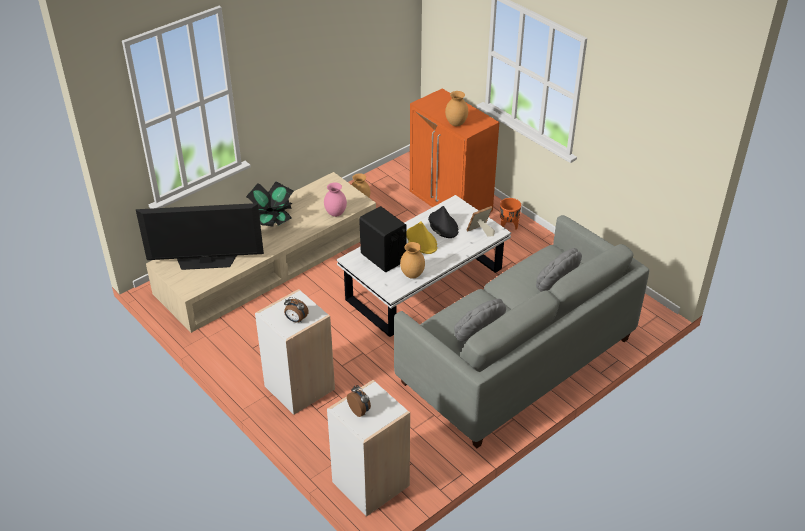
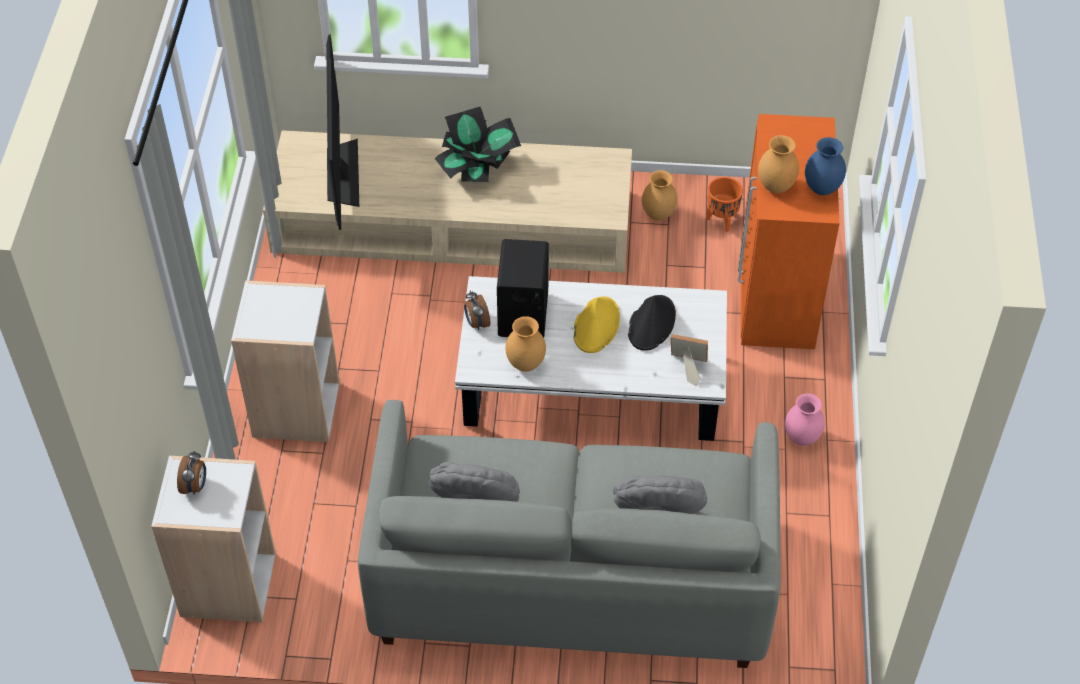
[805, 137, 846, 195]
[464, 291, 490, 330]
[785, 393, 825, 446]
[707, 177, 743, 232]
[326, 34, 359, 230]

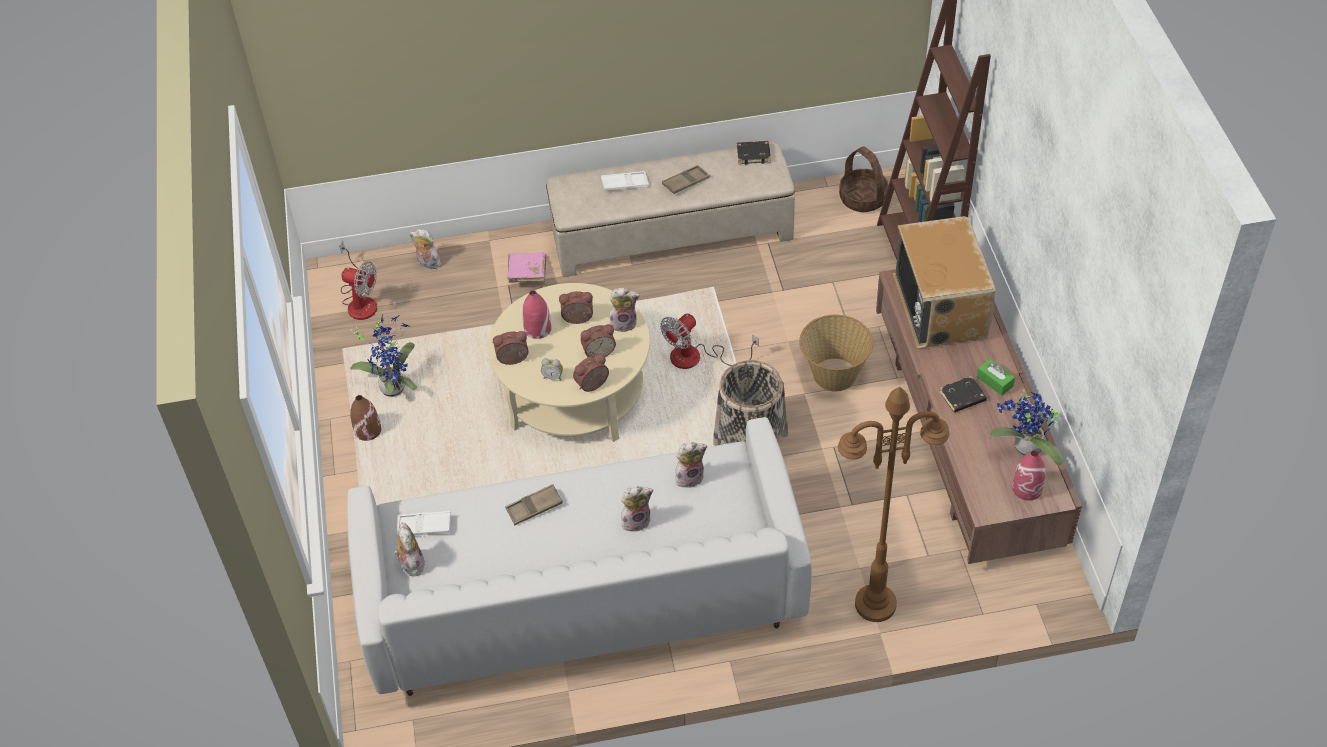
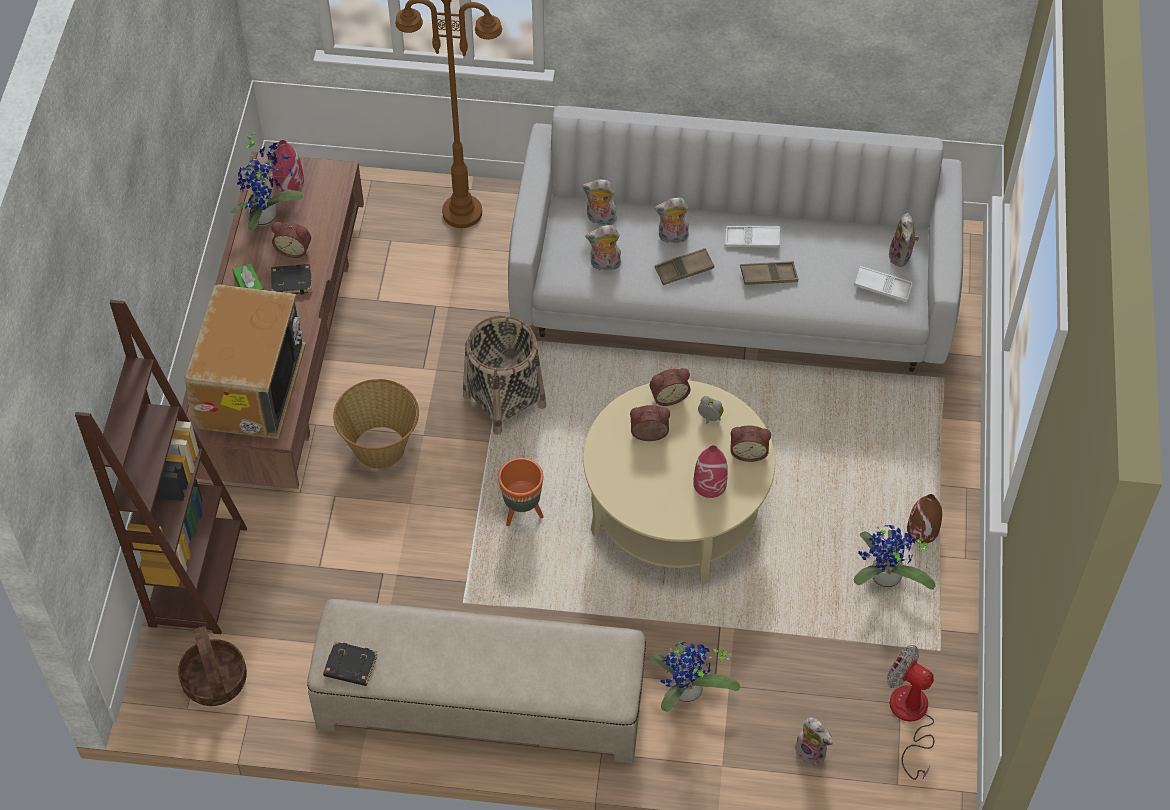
[271, 222, 311, 258]
[725, 226, 780, 248]
[582, 179, 619, 226]
[655, 248, 714, 285]
[649, 642, 740, 712]
[498, 458, 544, 526]

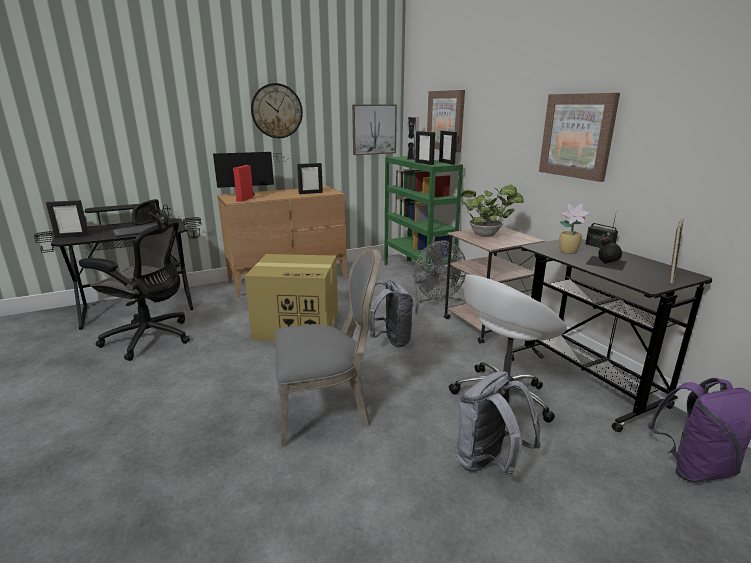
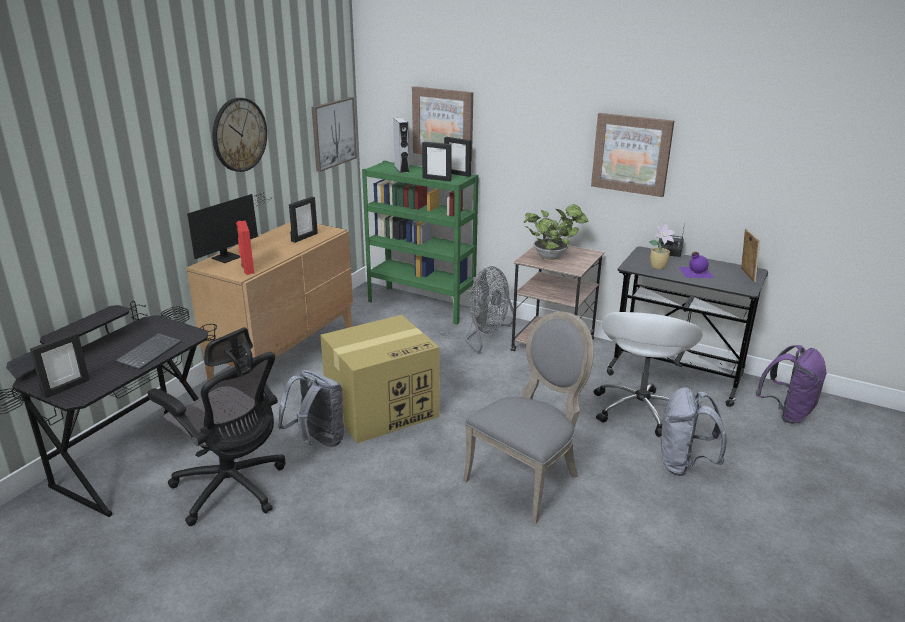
[278, 370, 344, 447]
[679, 252, 714, 278]
[148, 327, 285, 526]

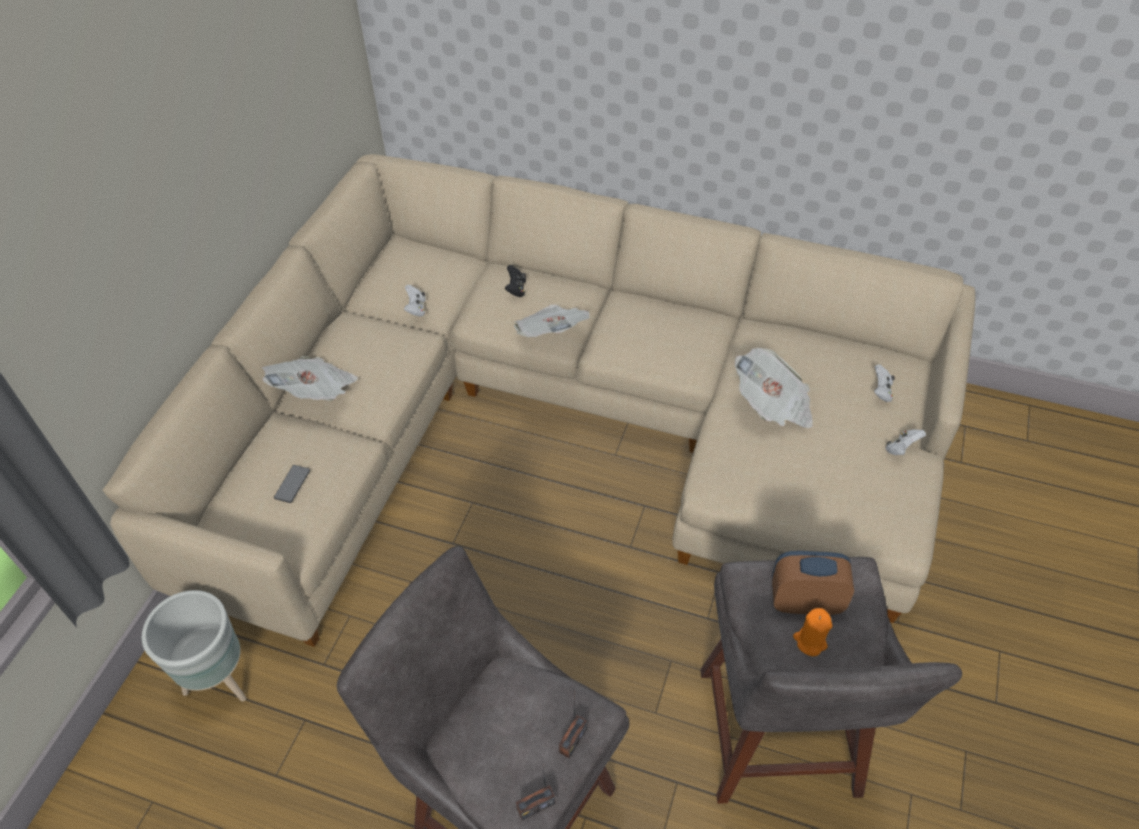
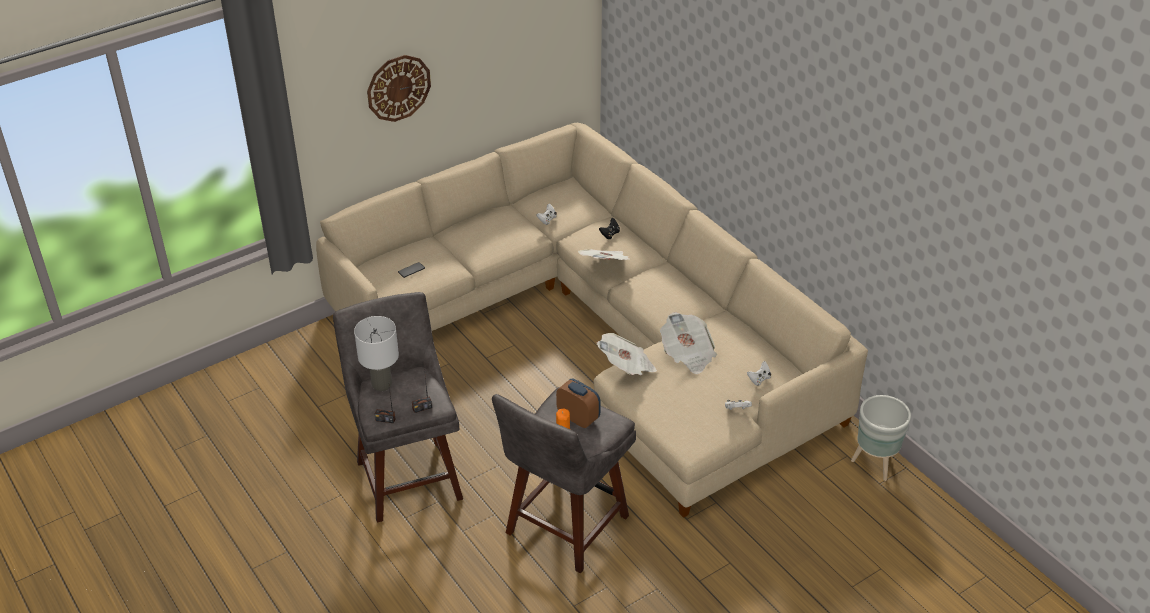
[354, 316, 399, 391]
[367, 55, 431, 122]
[851, 395, 911, 481]
[596, 333, 657, 375]

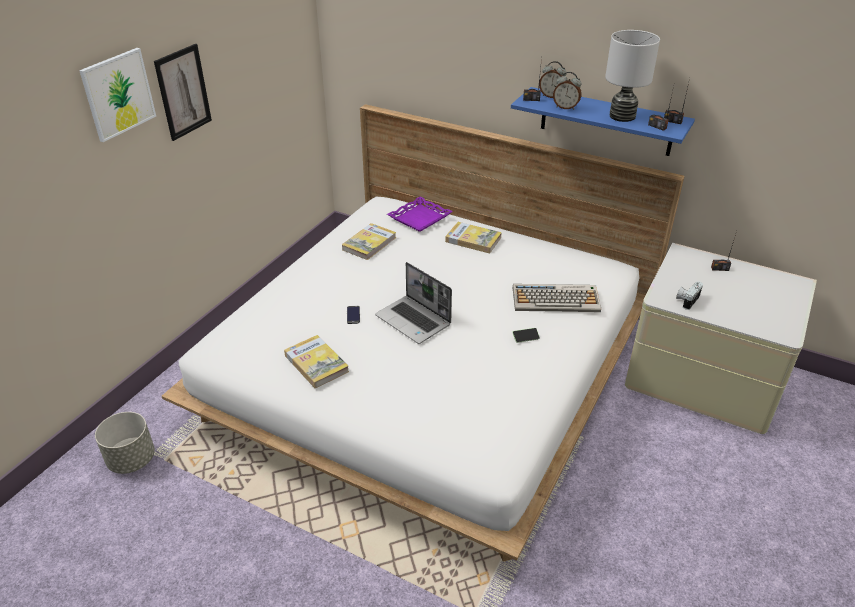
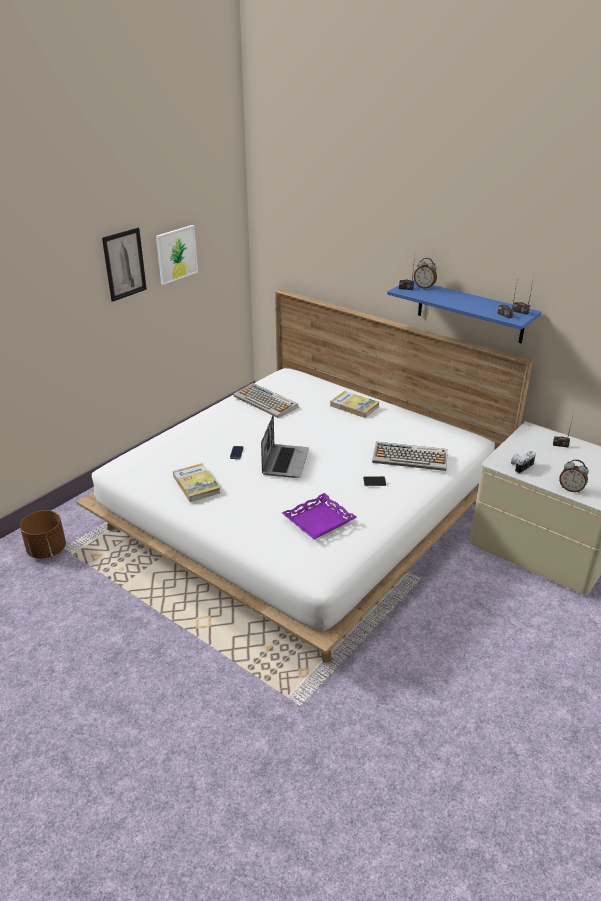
[605, 30, 660, 122] (first image)
[156, 225, 198, 285]
[282, 493, 356, 539]
[559, 459, 589, 493]
[233, 383, 298, 418]
[20, 510, 66, 559]
[261, 415, 309, 478]

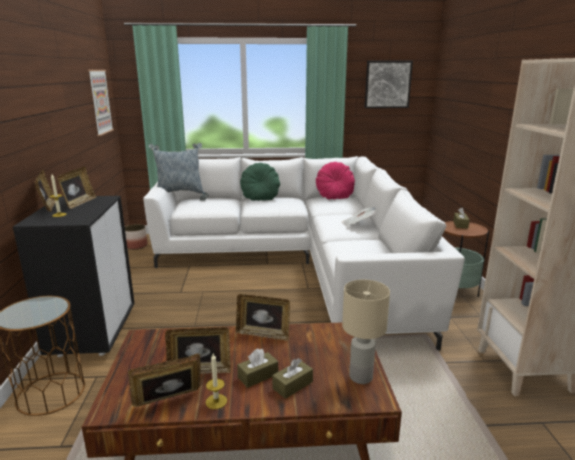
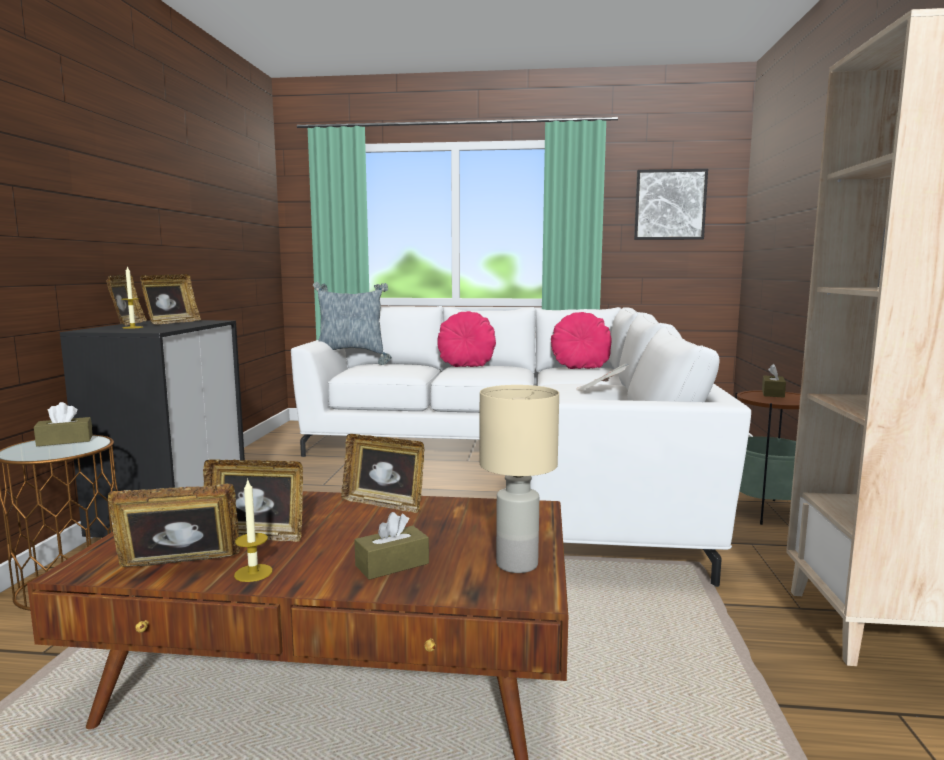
[88, 70, 114, 136] (first image)
[125, 224, 148, 250] (first image)
[34, 402, 93, 446]
[437, 311, 496, 367]

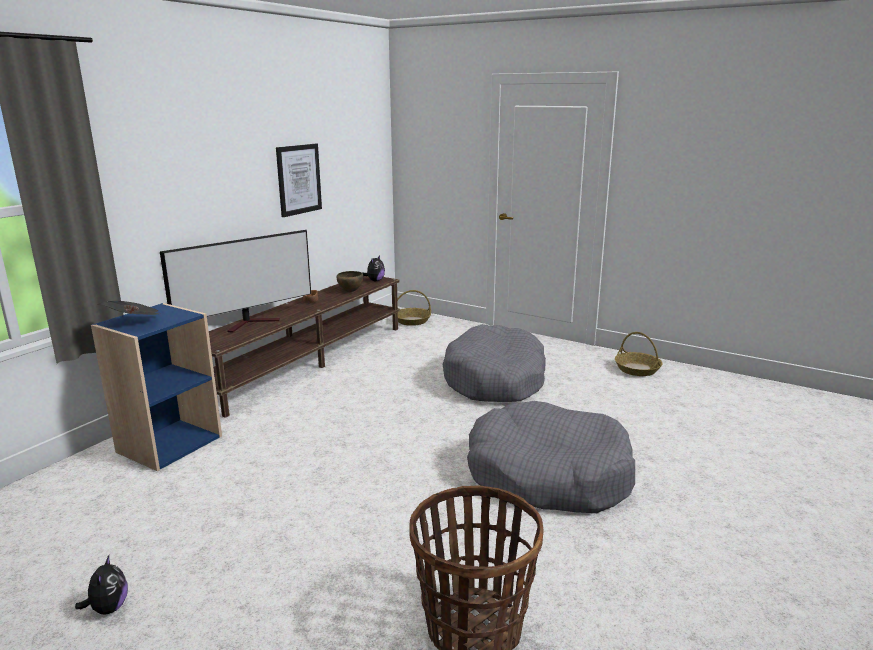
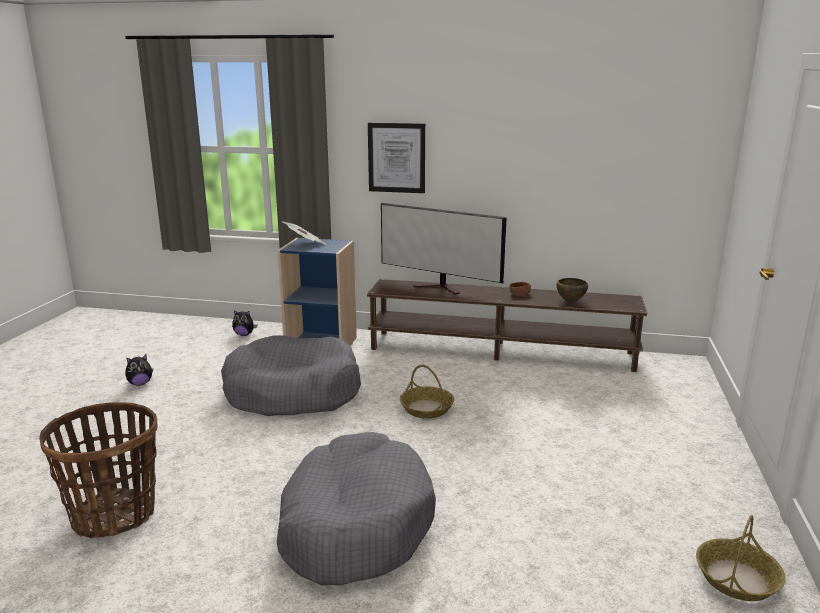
[368, 123, 425, 193]
[232, 310, 257, 336]
[400, 365, 454, 419]
[221, 335, 361, 416]

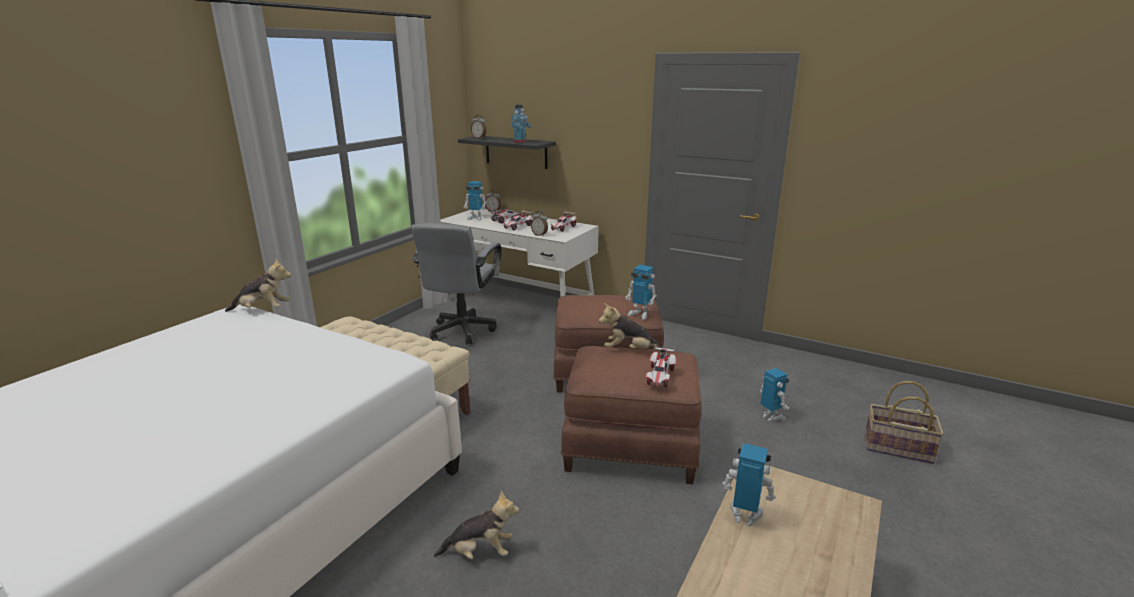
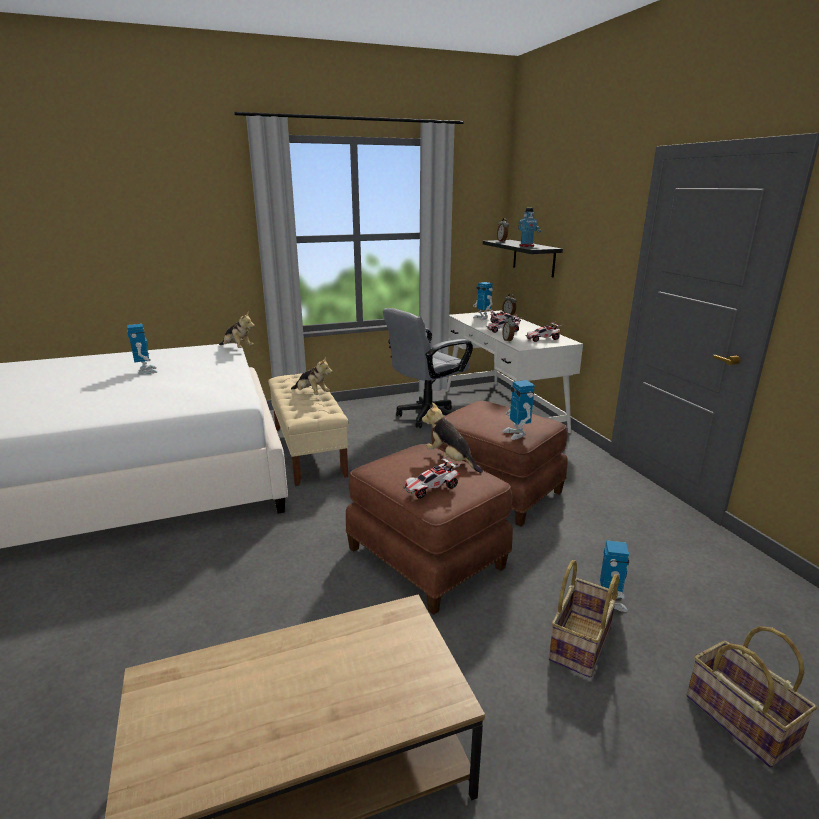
[549, 560, 619, 678]
[291, 357, 333, 395]
[127, 324, 157, 373]

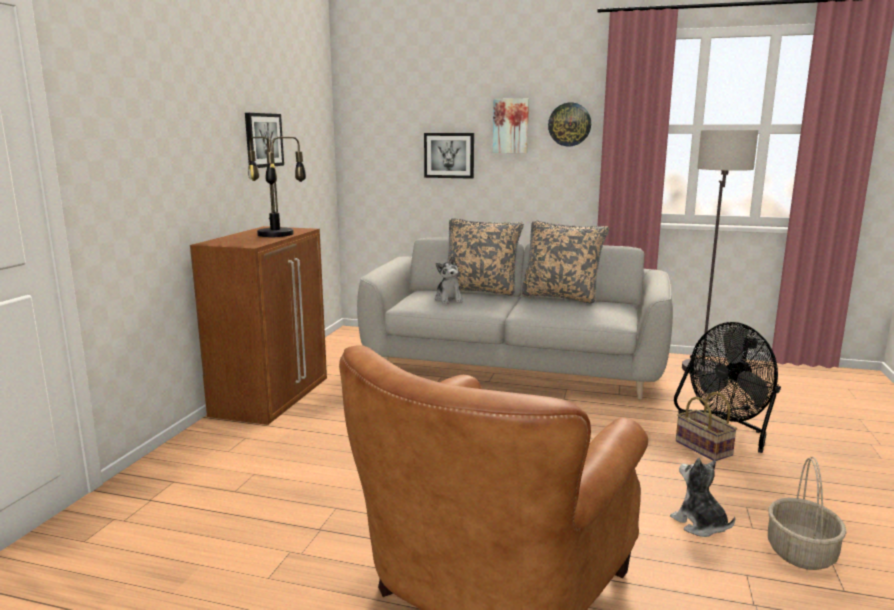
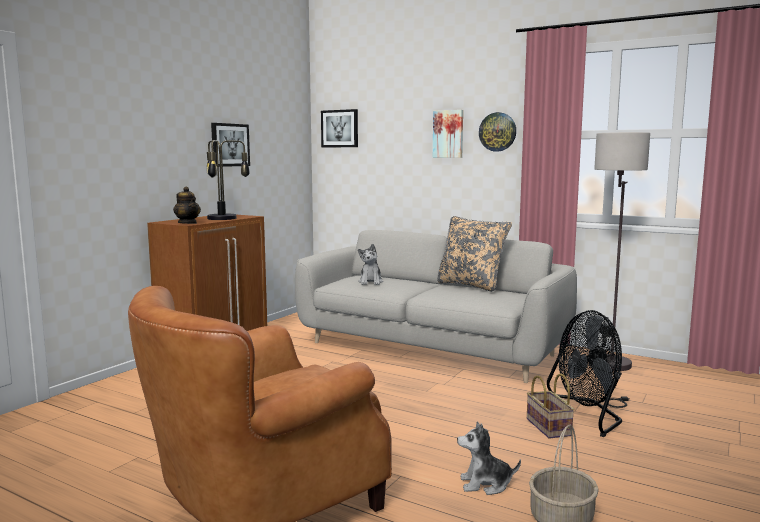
[448, 218, 524, 296] (first image)
[173, 186, 201, 224]
[321, 109, 358, 147]
[457, 421, 521, 495]

